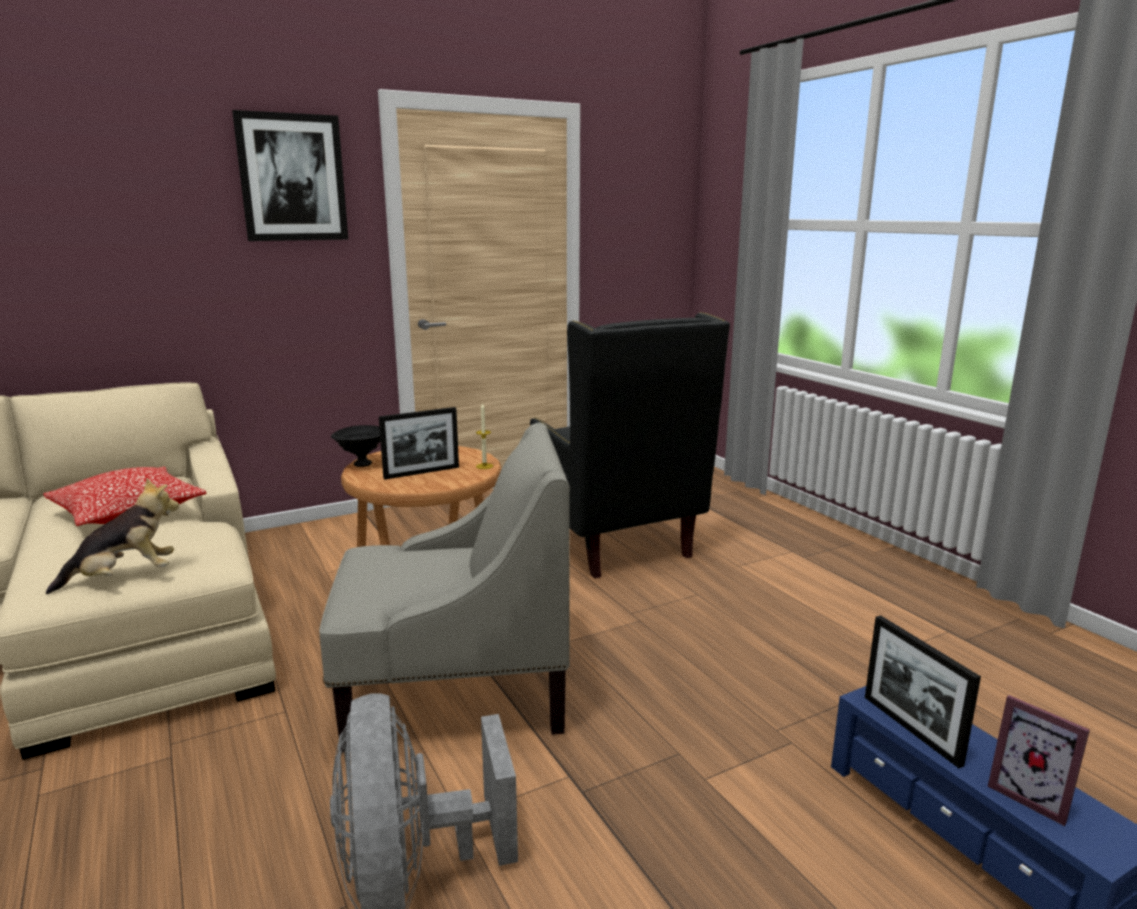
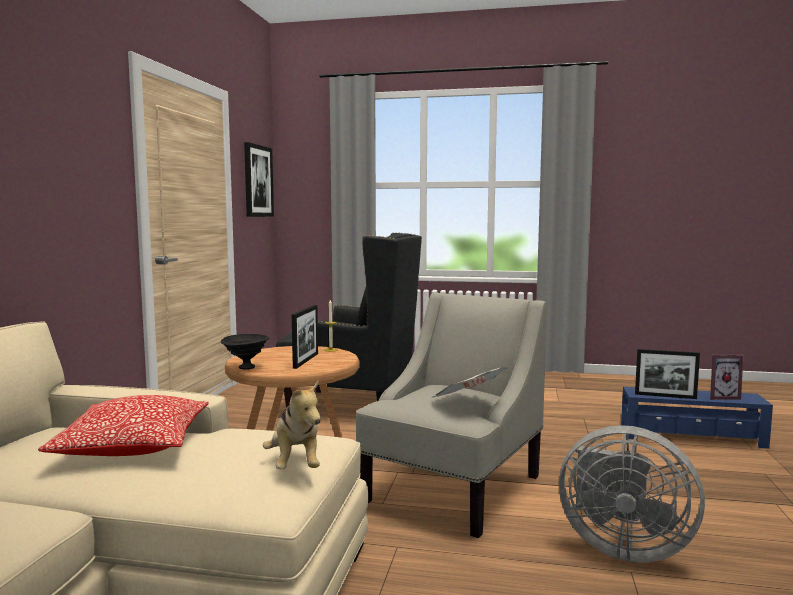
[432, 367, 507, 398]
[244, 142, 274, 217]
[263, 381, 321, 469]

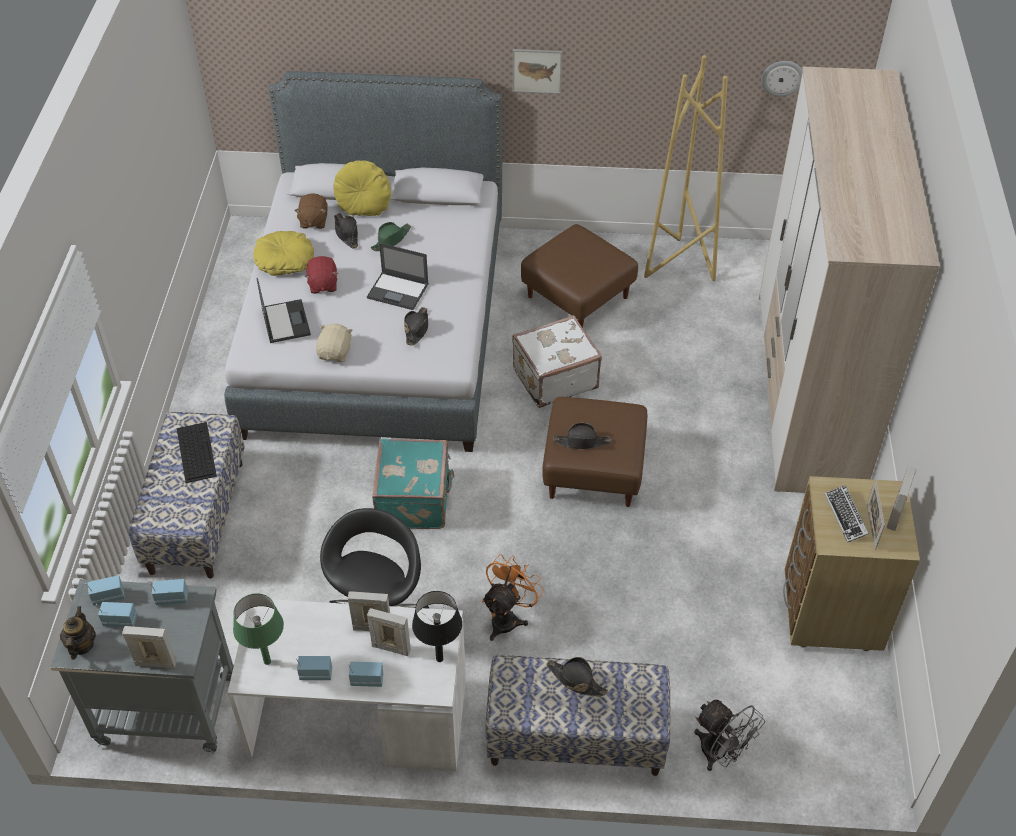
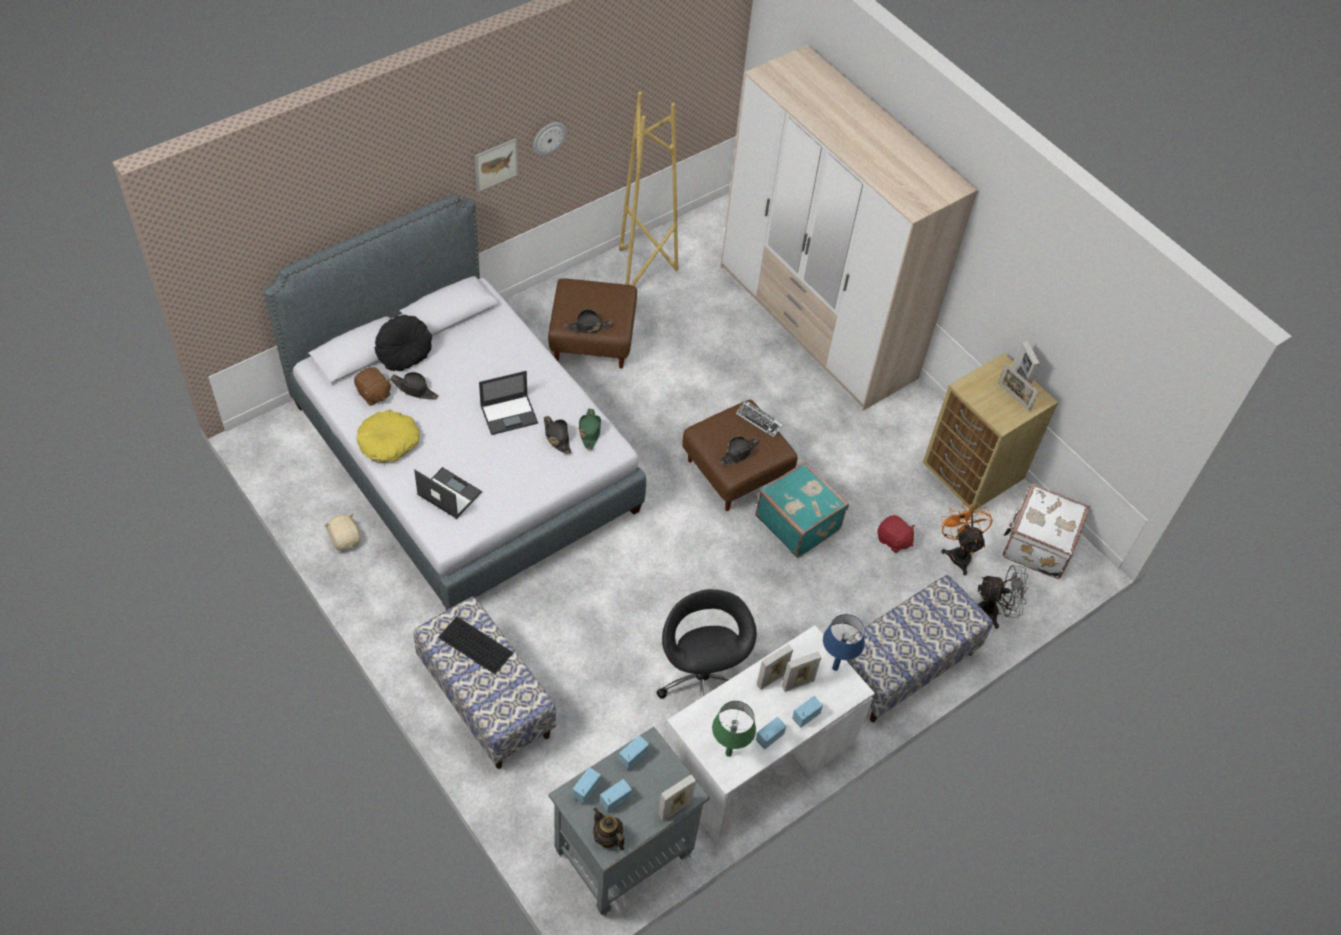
[877, 515, 915, 553]
[324, 513, 361, 551]
[579, 408, 601, 450]
[755, 461, 849, 558]
[941, 502, 992, 575]
[1003, 483, 1090, 579]
[564, 309, 613, 333]
[533, 122, 567, 156]
[736, 400, 783, 438]
[374, 315, 432, 371]
[823, 614, 865, 671]

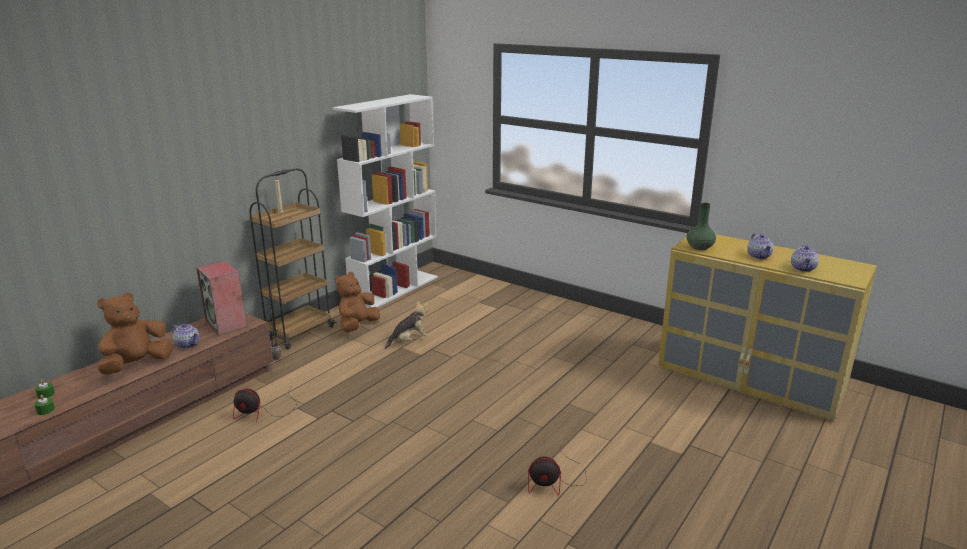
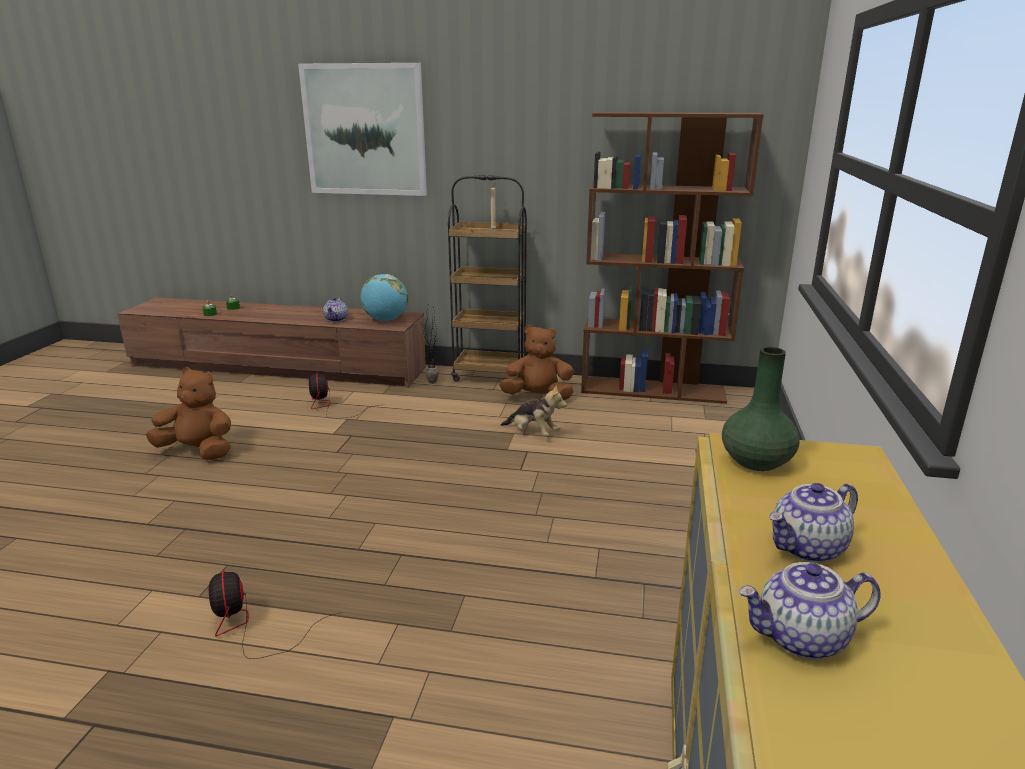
[298, 63, 427, 196]
[146, 367, 231, 460]
[360, 274, 408, 321]
[581, 112, 764, 404]

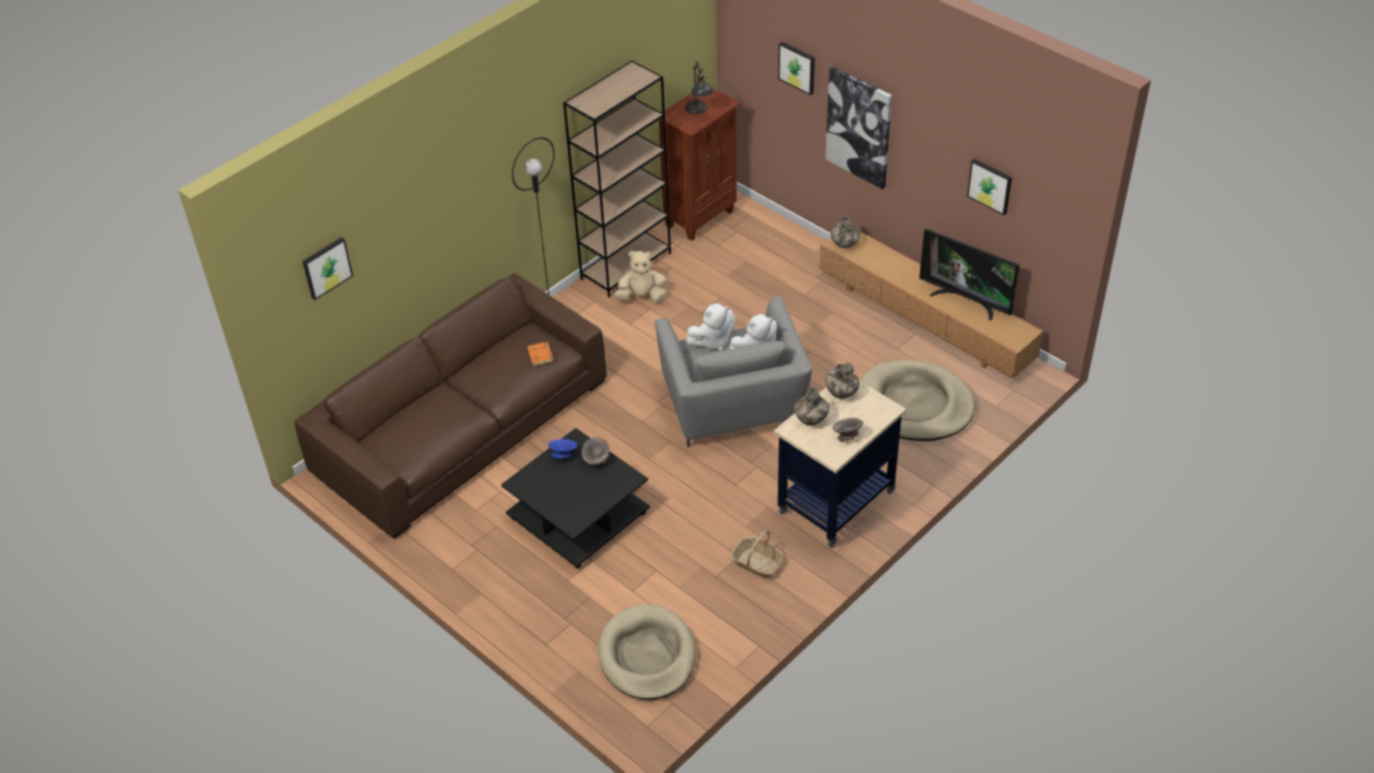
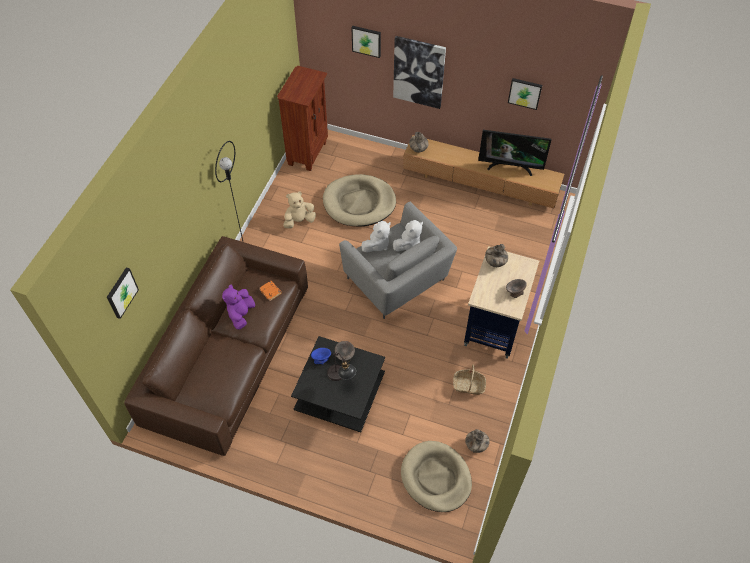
[563, 61, 671, 297] (first image)
[222, 285, 255, 330]
[327, 352, 356, 381]
[465, 429, 490, 453]
[323, 174, 396, 226]

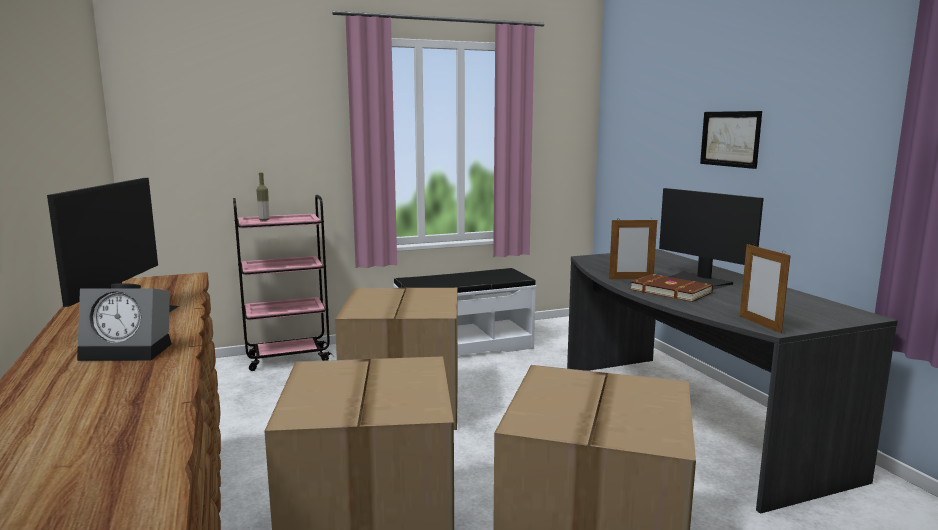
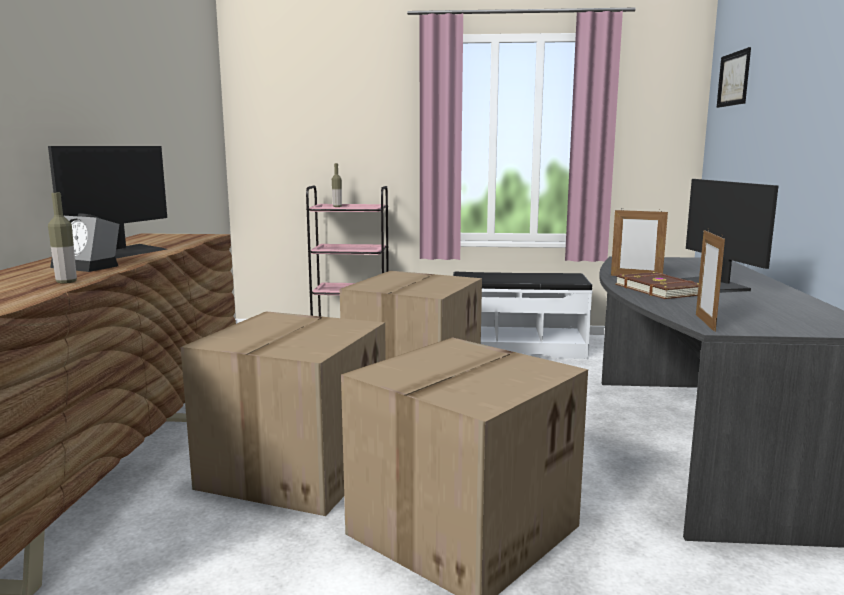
[48, 193, 77, 284]
[717, 47, 751, 108]

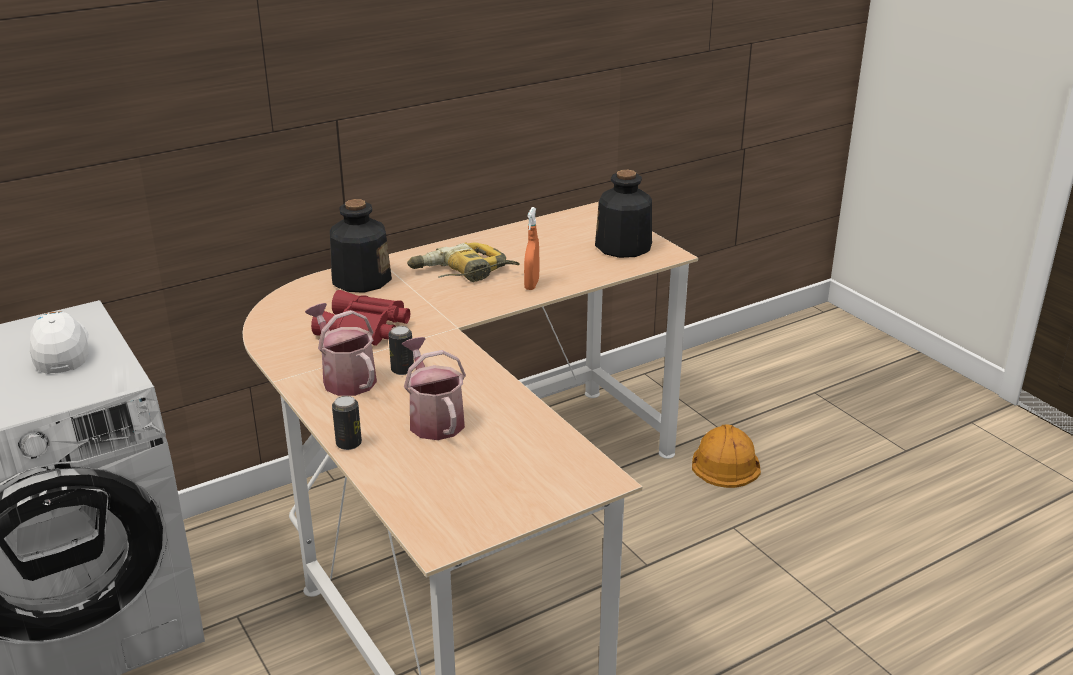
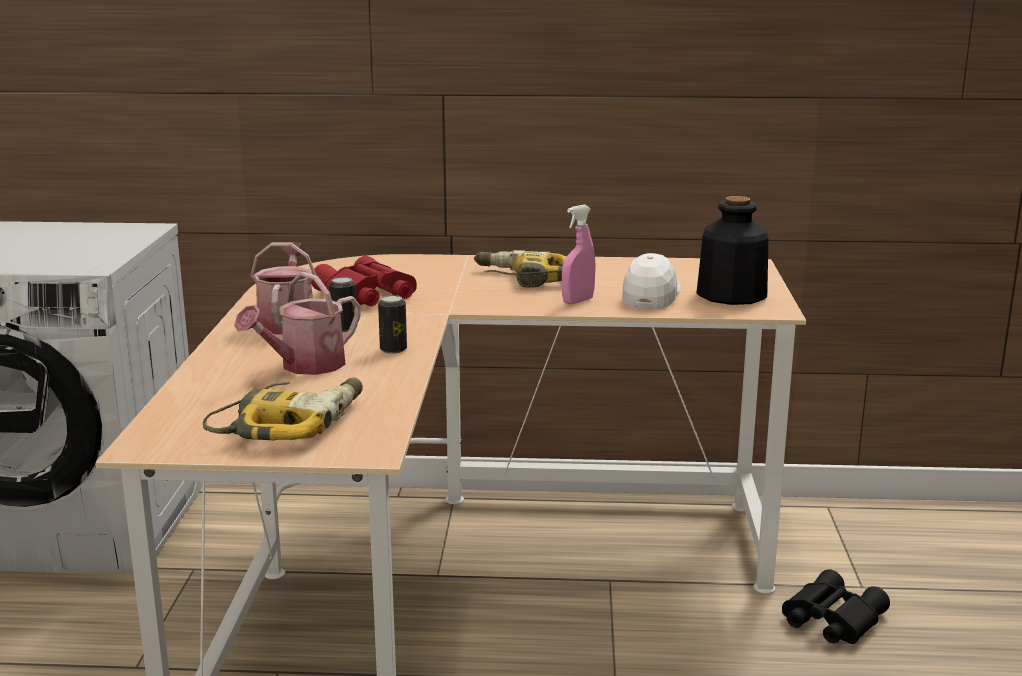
[330, 199, 392, 293] (first image)
[203, 378, 363, 440]
[622, 253, 681, 309]
[378, 295, 407, 354]
[782, 569, 890, 644]
[562, 205, 595, 304]
[234, 272, 361, 375]

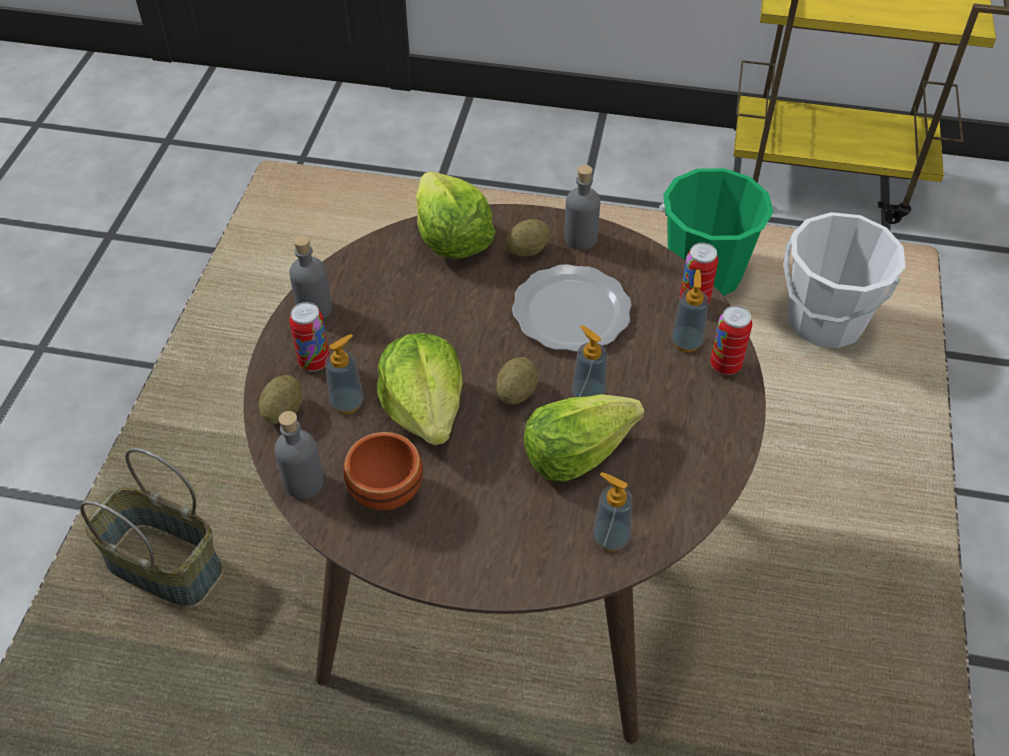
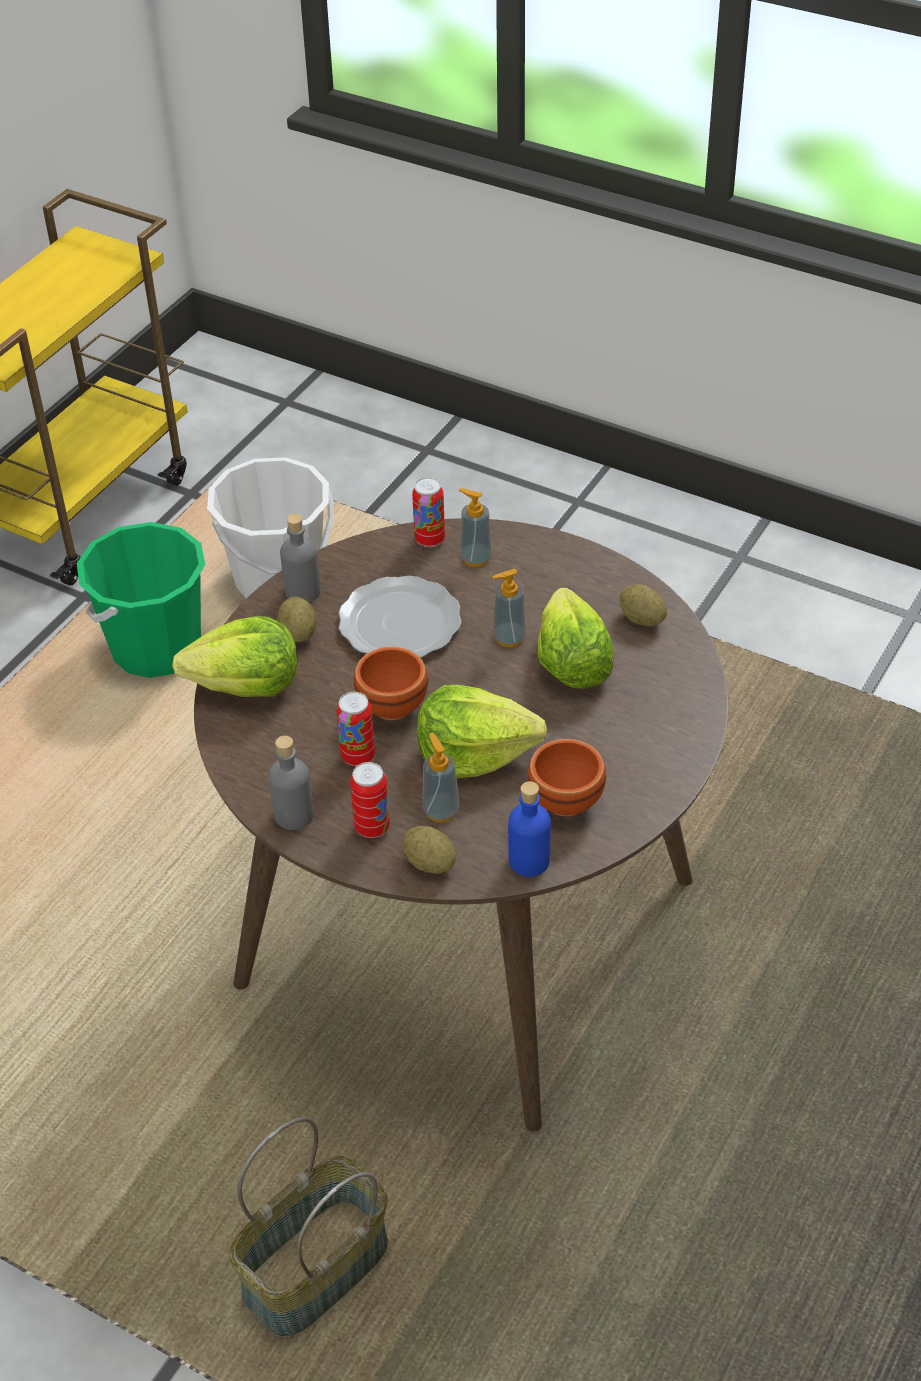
[593, 472, 633, 551] (first image)
[354, 647, 428, 720]
[619, 584, 667, 626]
[336, 692, 375, 766]
[508, 781, 551, 877]

